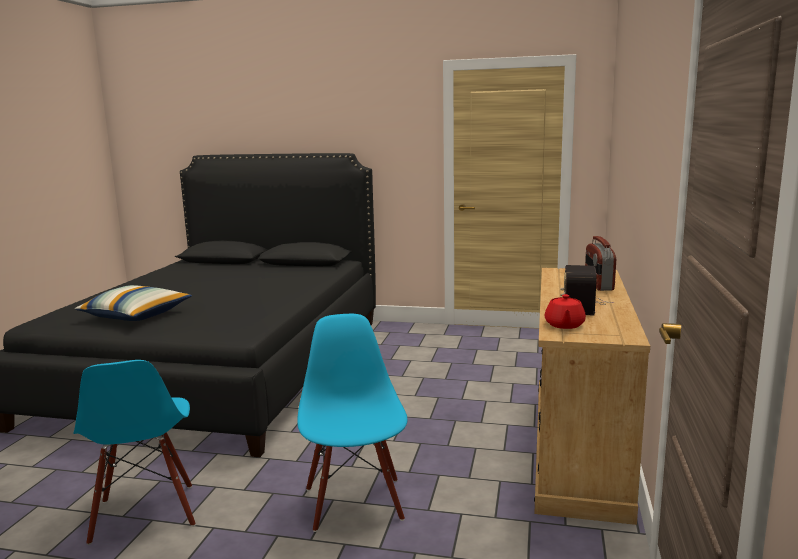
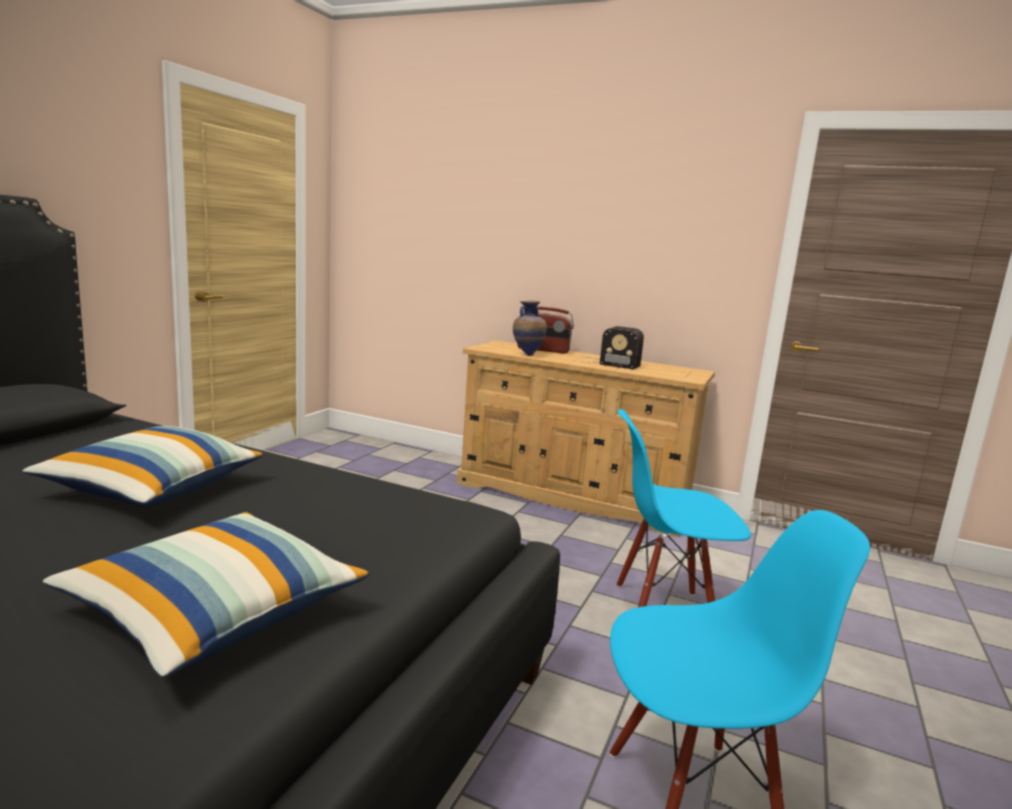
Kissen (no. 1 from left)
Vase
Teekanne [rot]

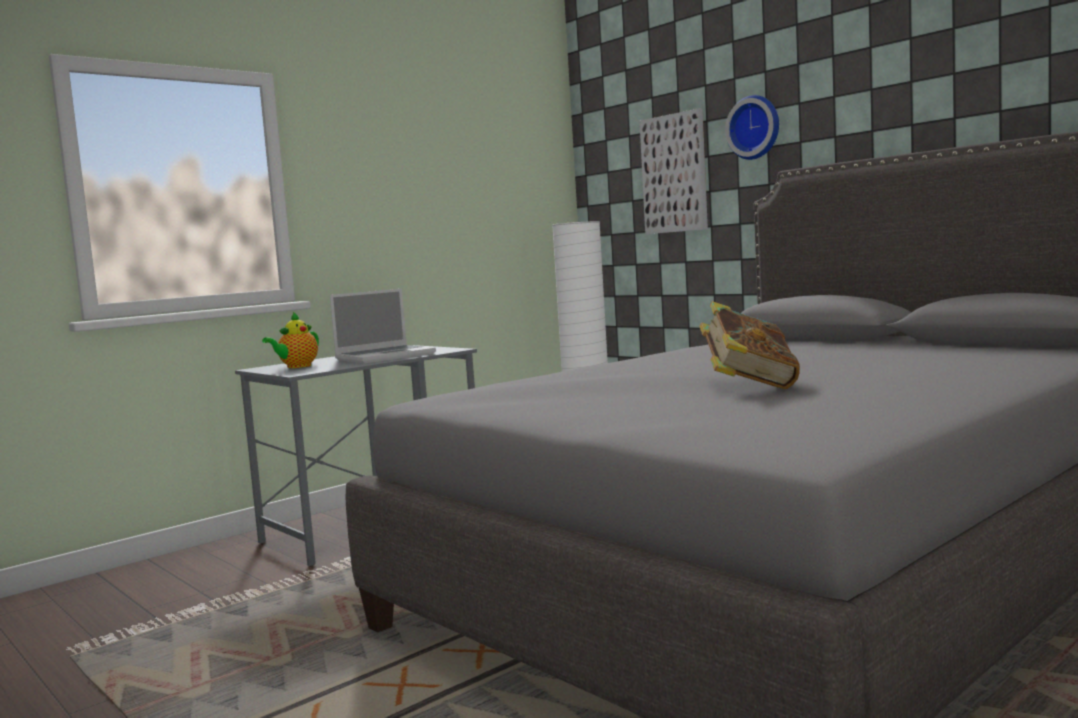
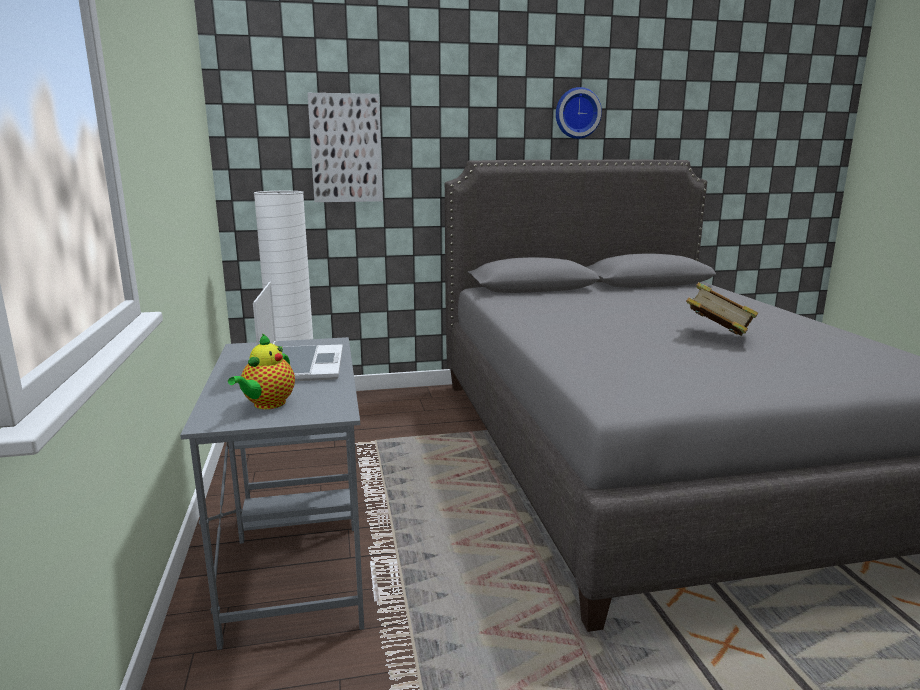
Teekanne
Wanduhr

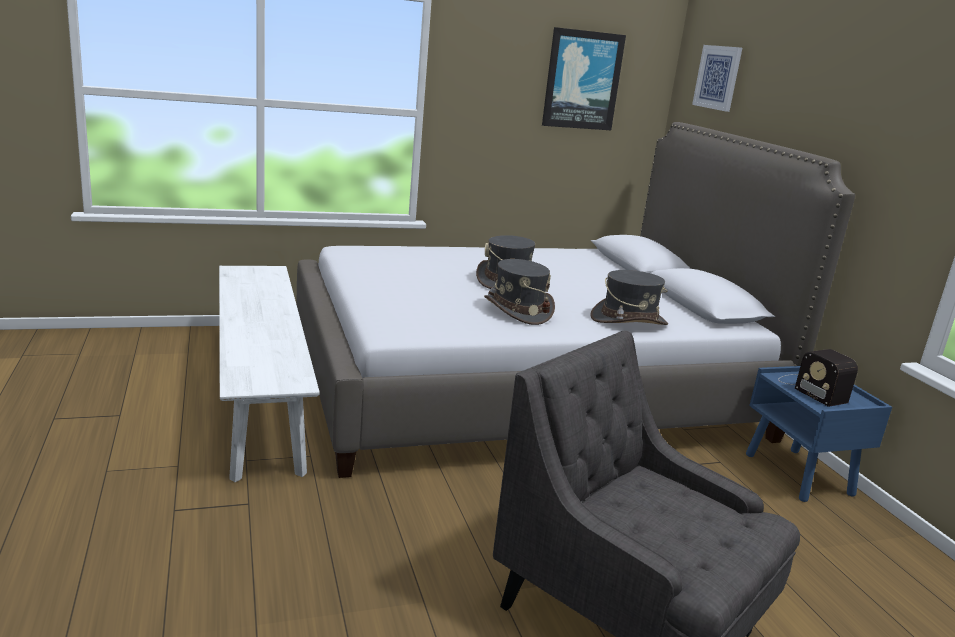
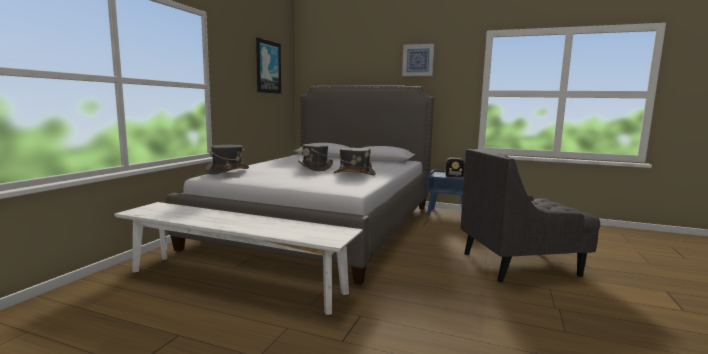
Hut [grau] (no. 1 from left)
Bild (no. 2 from left)

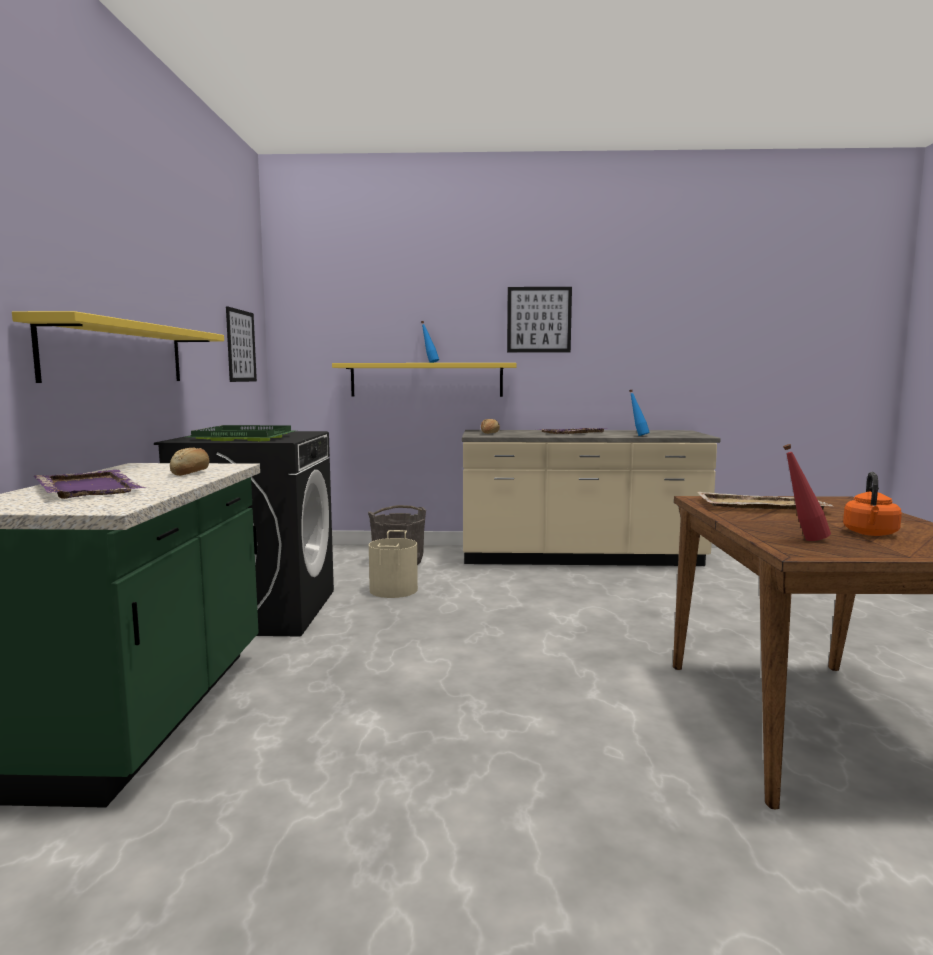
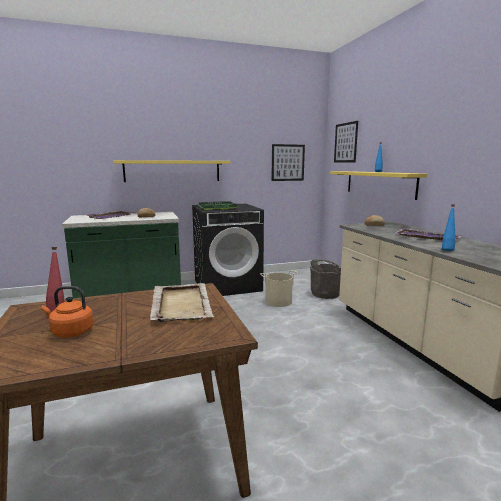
Bild (no. 2 from left)

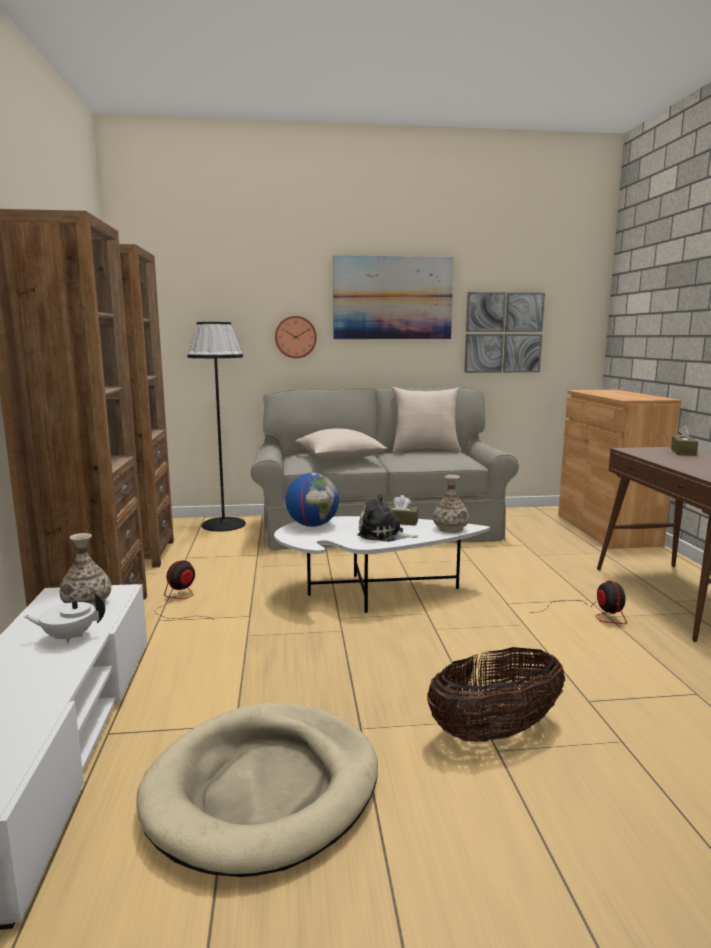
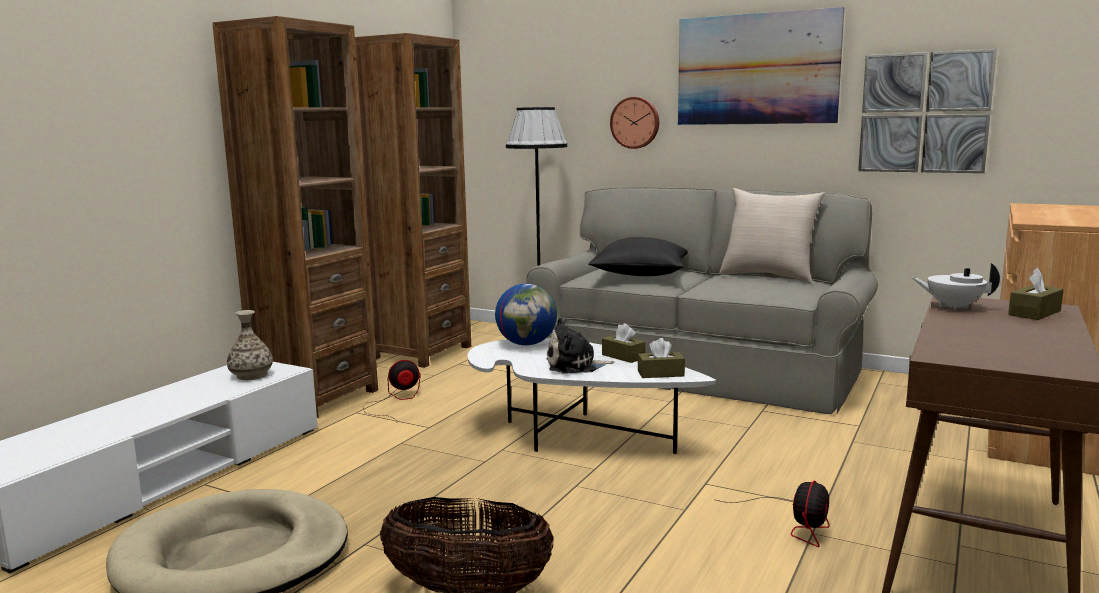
Plüschtier
Kissen [schwarz]
Taschentuchbox [braun] (no. 2 from left)
Teekanne [weiß]

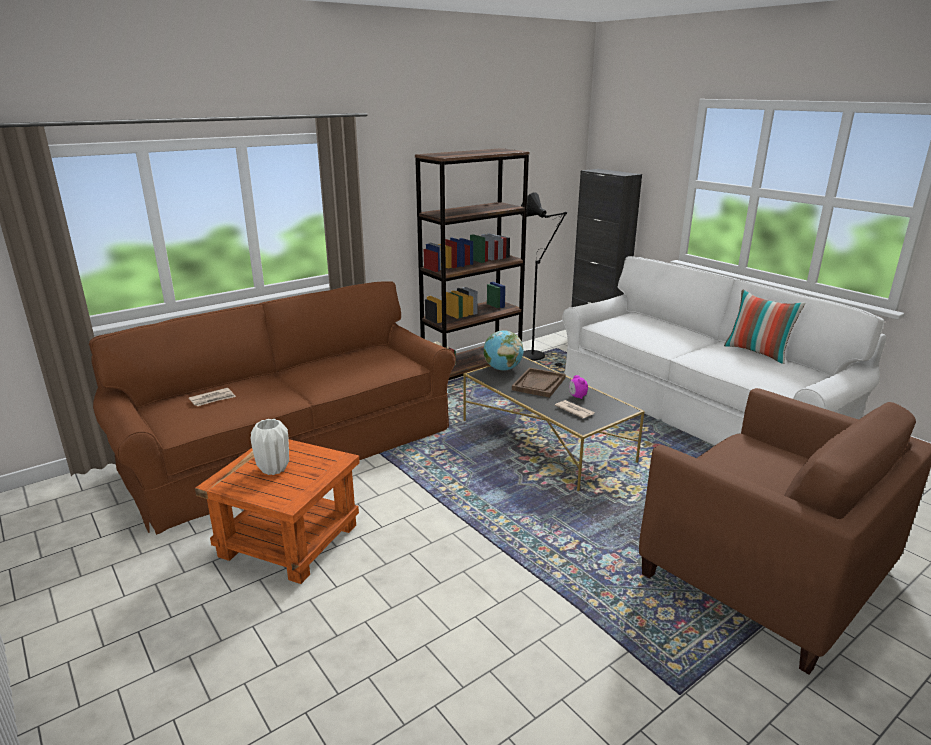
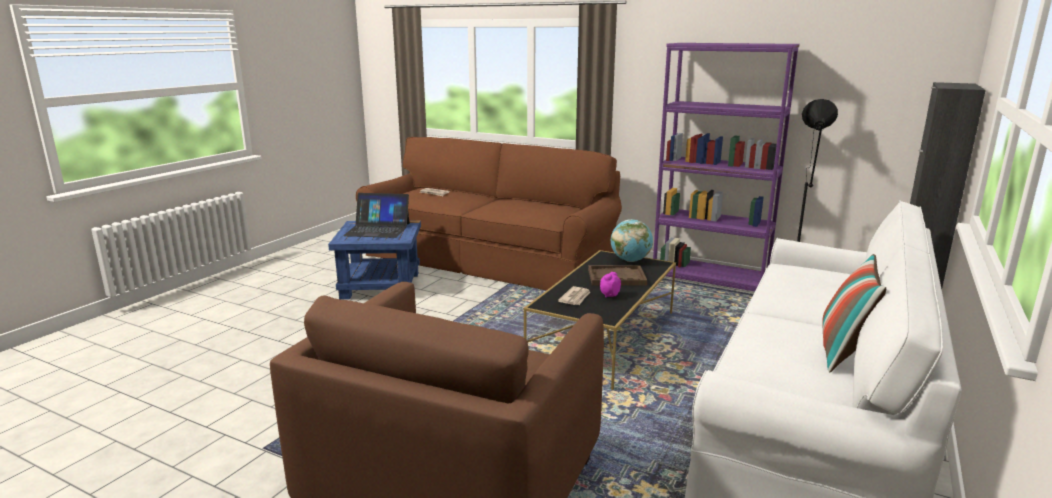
Beistelltisch [blau]
Laptop
Bücherregal [lila]

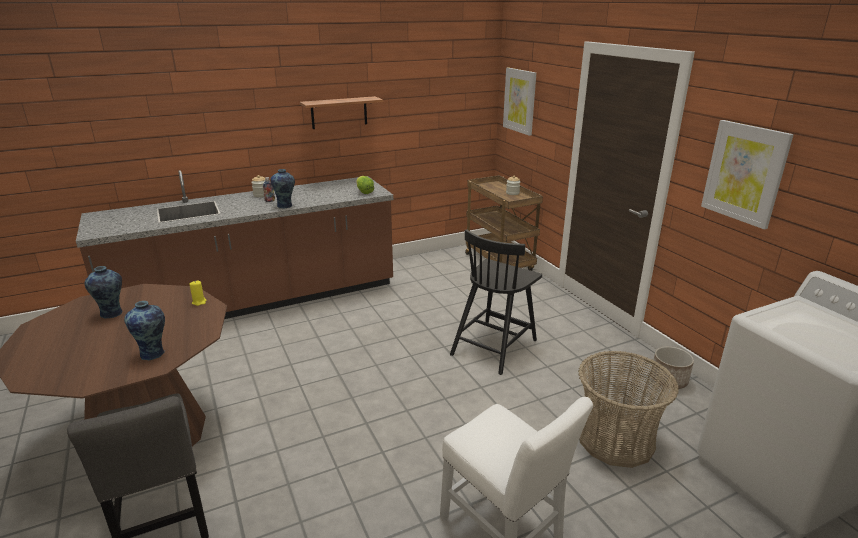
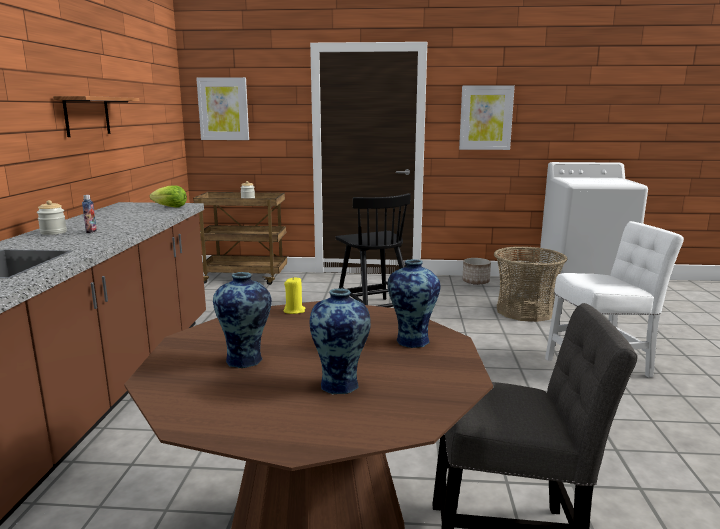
Vase (no. 2 from left)

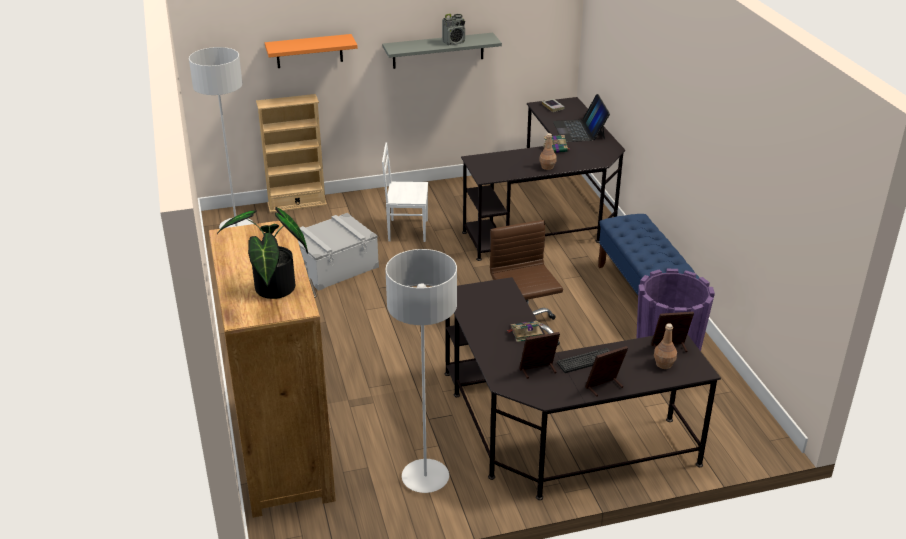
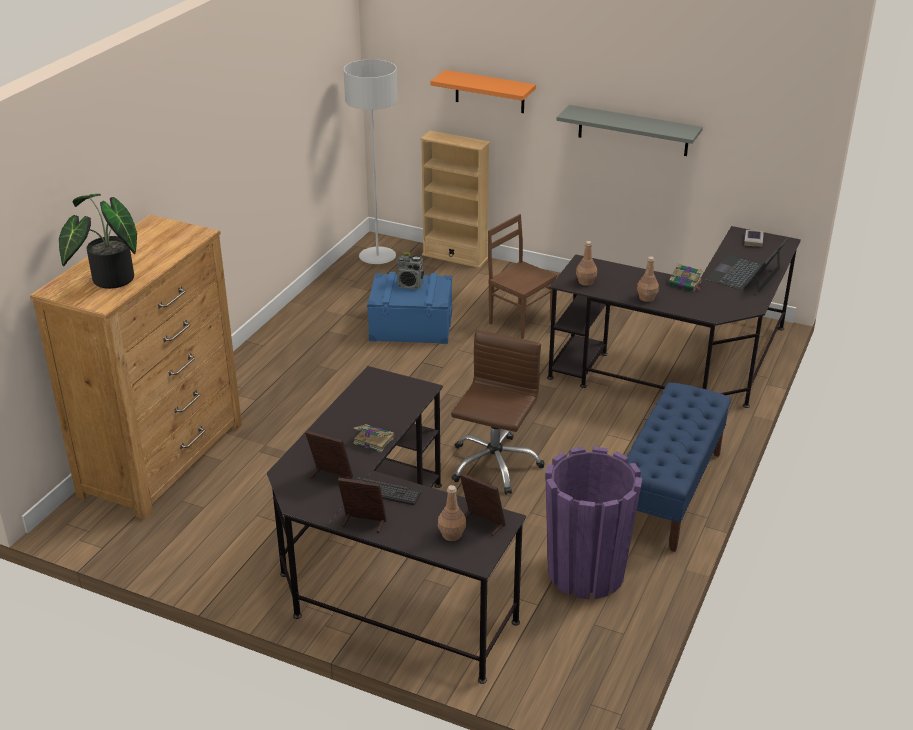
Aufbewahrungsbox [blau]
Radio
Stuhl [braun]
Flasche [braun] (no. 2 from left)
Stehlampe [grau] (no. 2 from left in the first image)

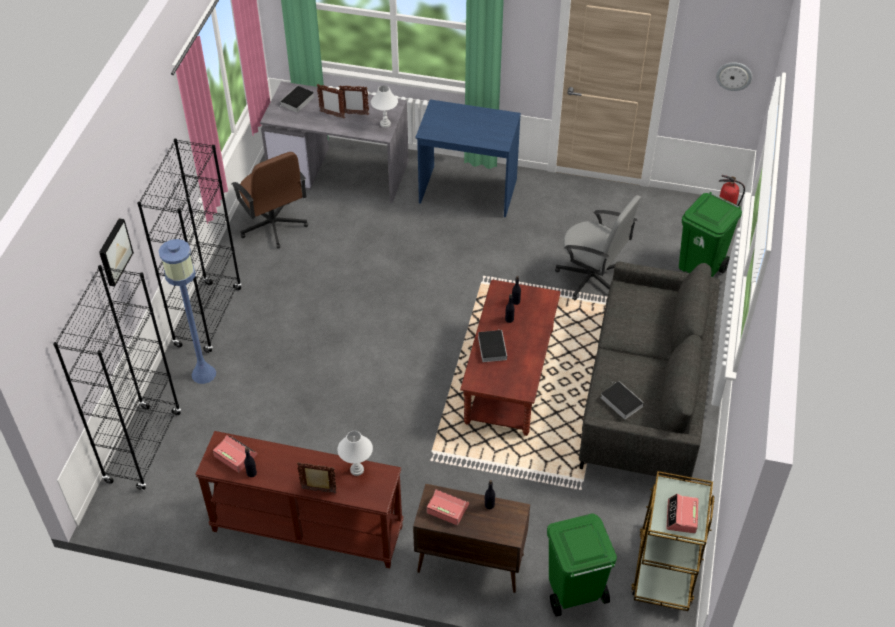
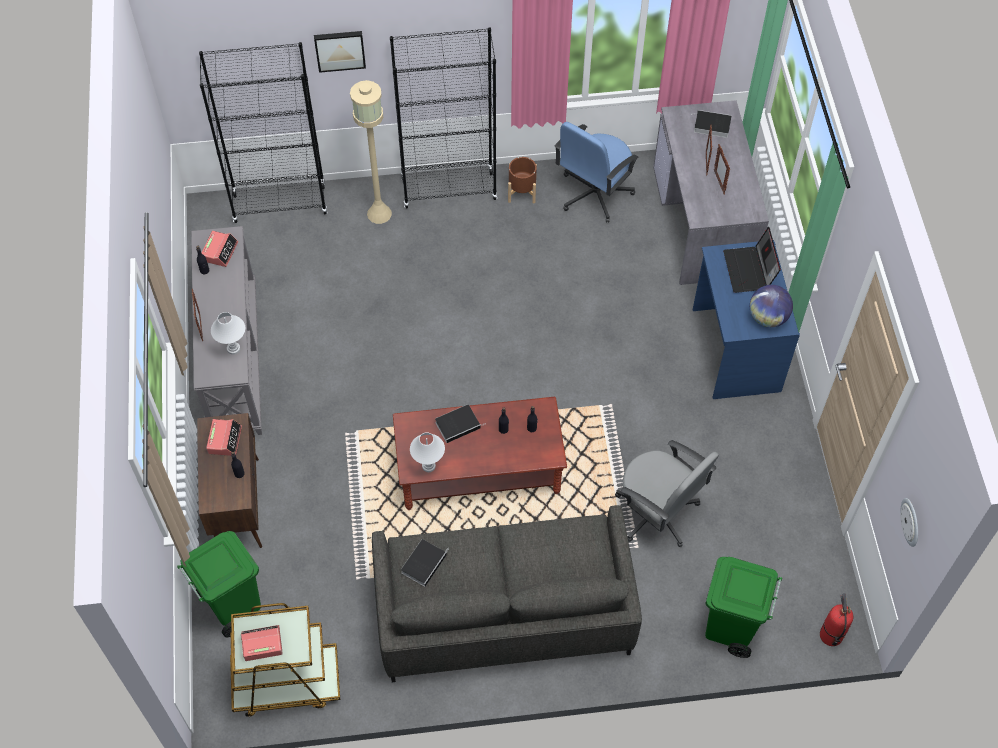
Konsolentisch [grau]
Stehlampe [beige]
Tischlampe [weiß] (no. 2 from left)
Pflanzkübel [braun]
Bürostuhl [blau]
Bürostuhl [grau]
Laptop
Globus

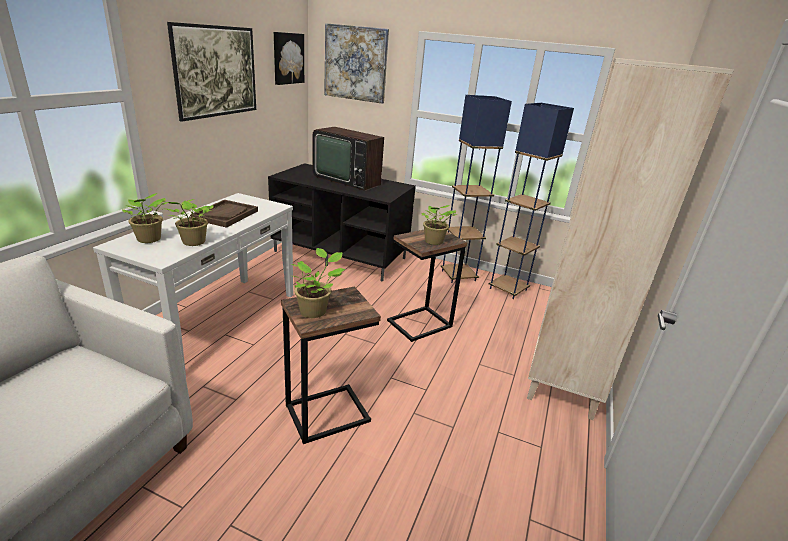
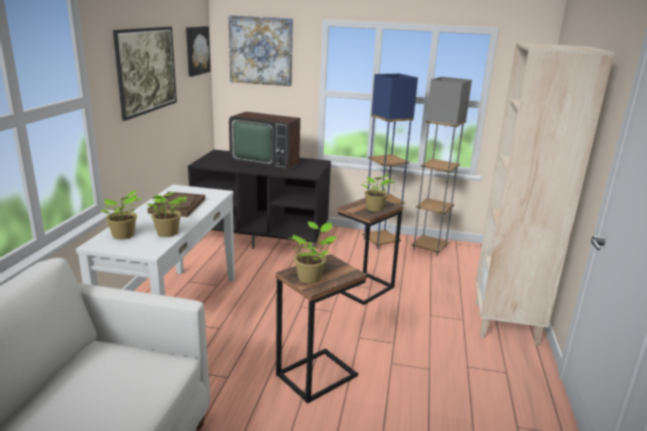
Stehlampe [grau]

